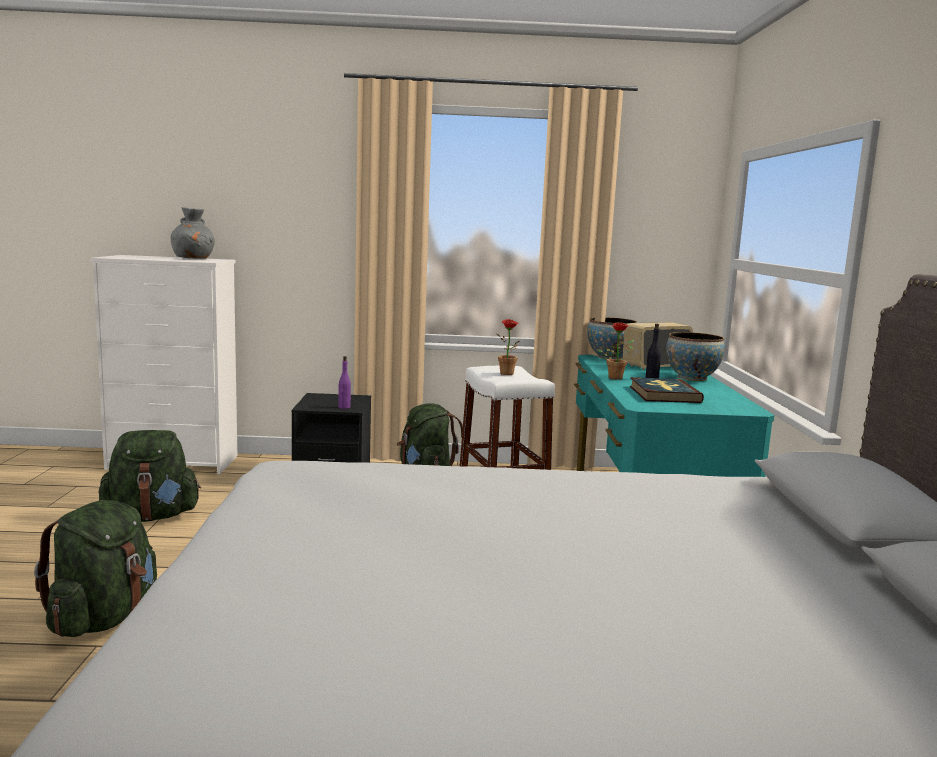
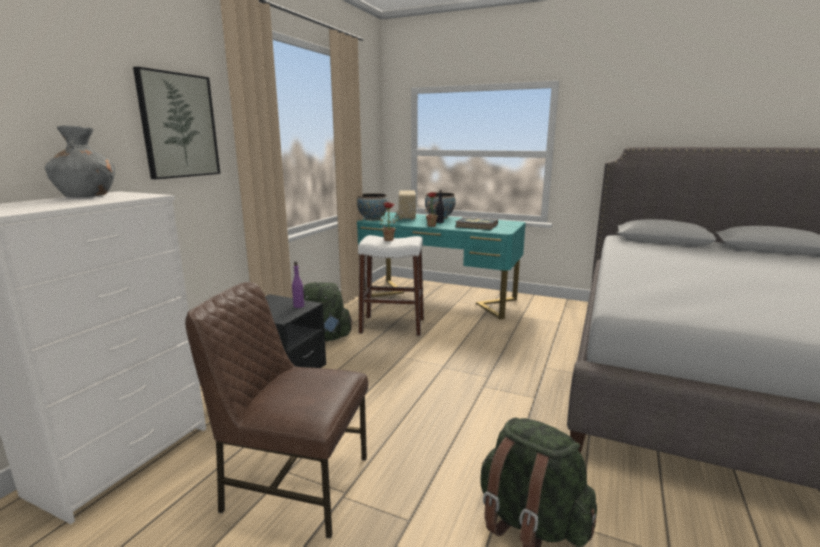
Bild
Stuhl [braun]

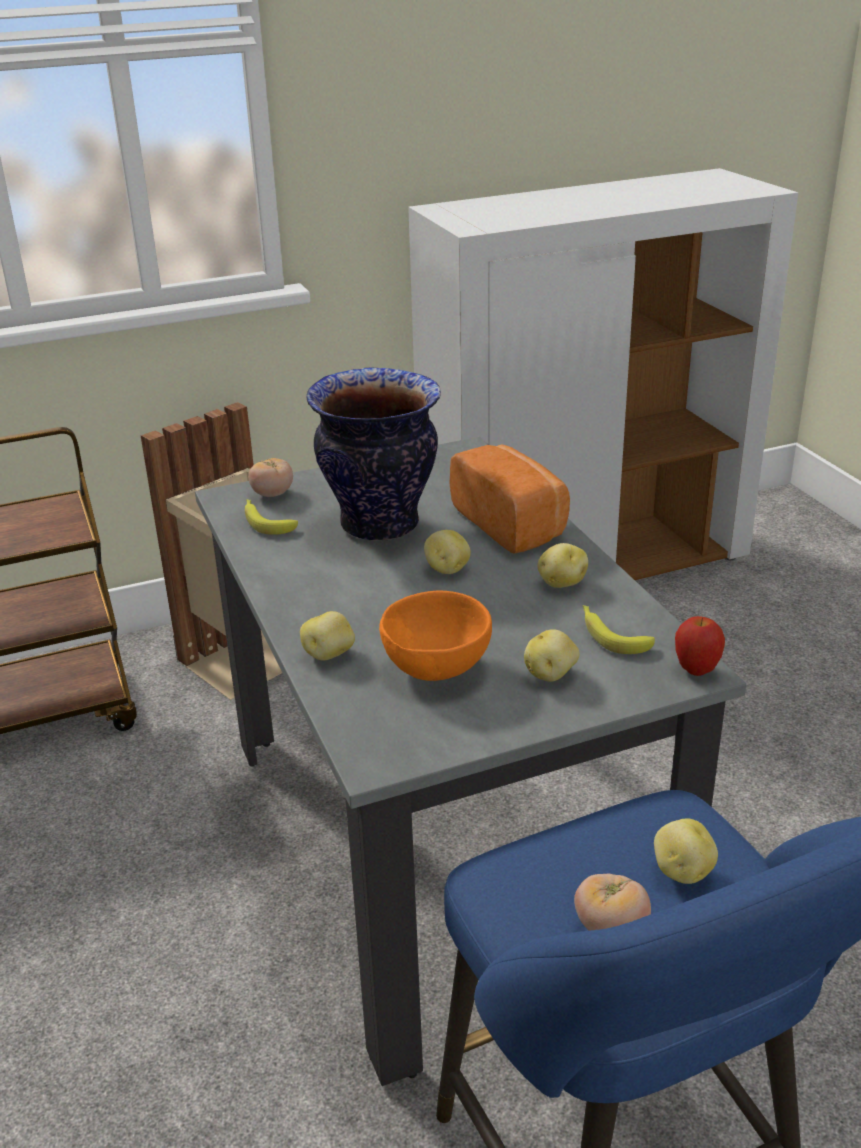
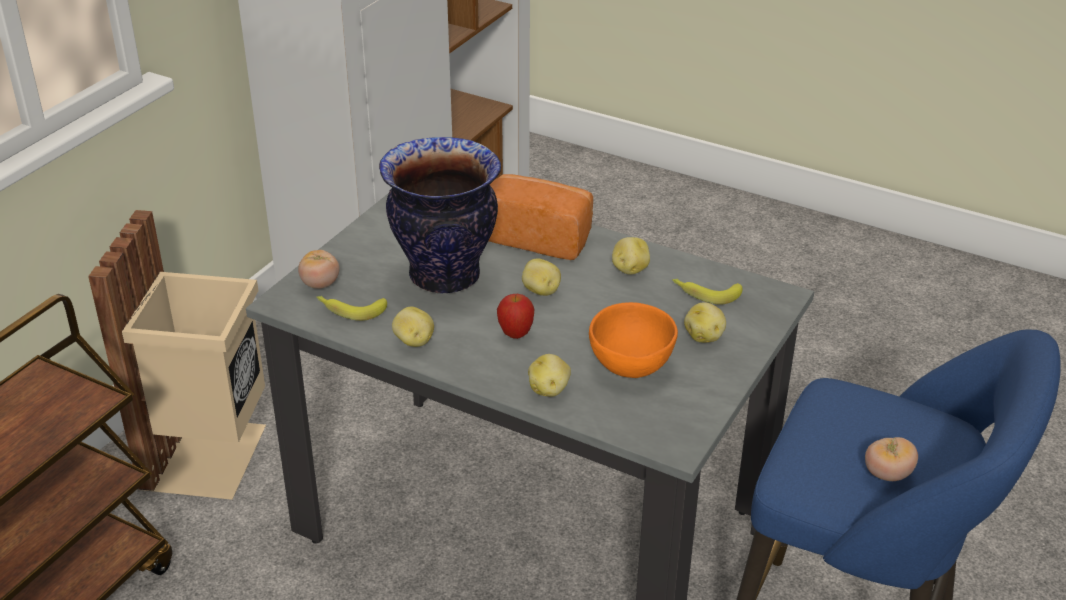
Kartoffel (no. 1 from left)
Apfel

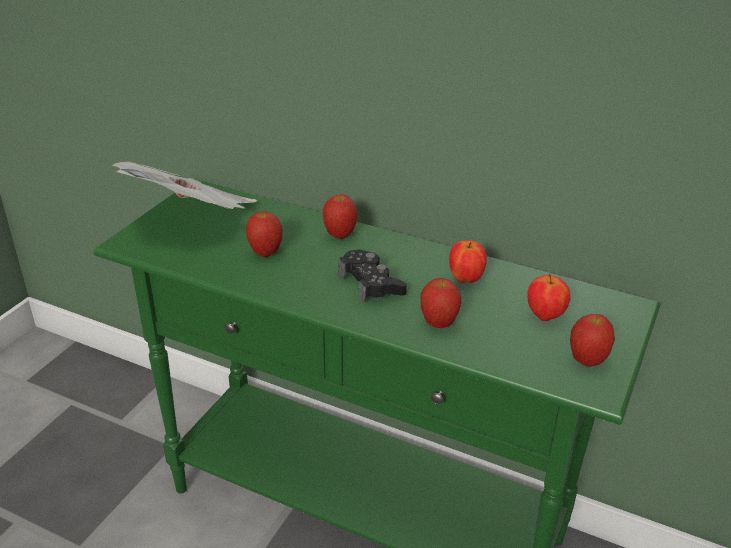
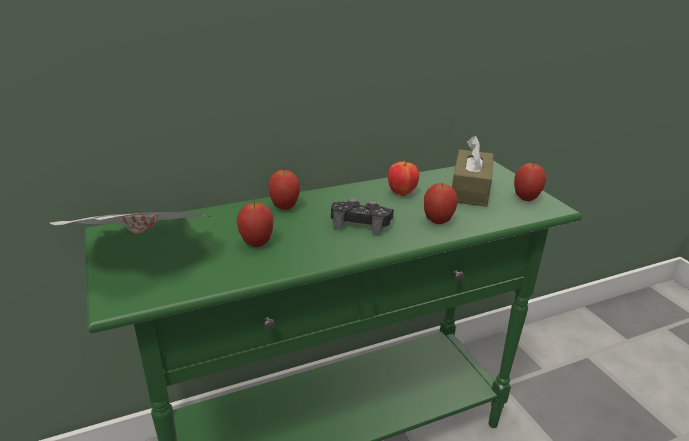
Taschentuchbox [braun]

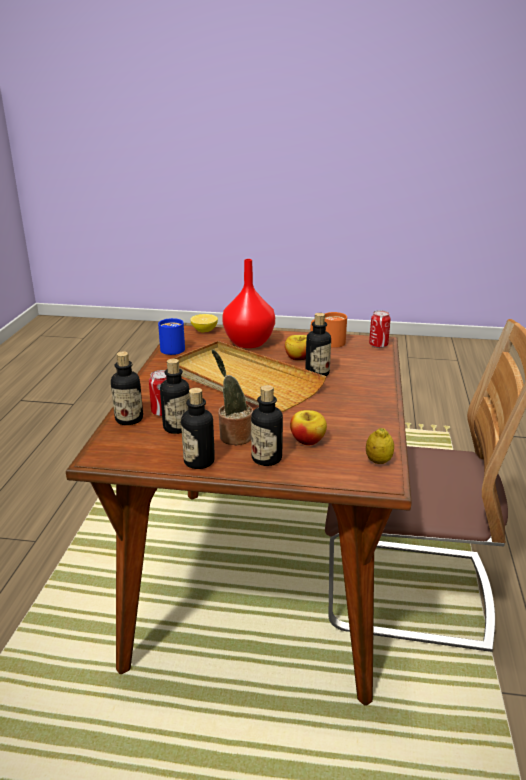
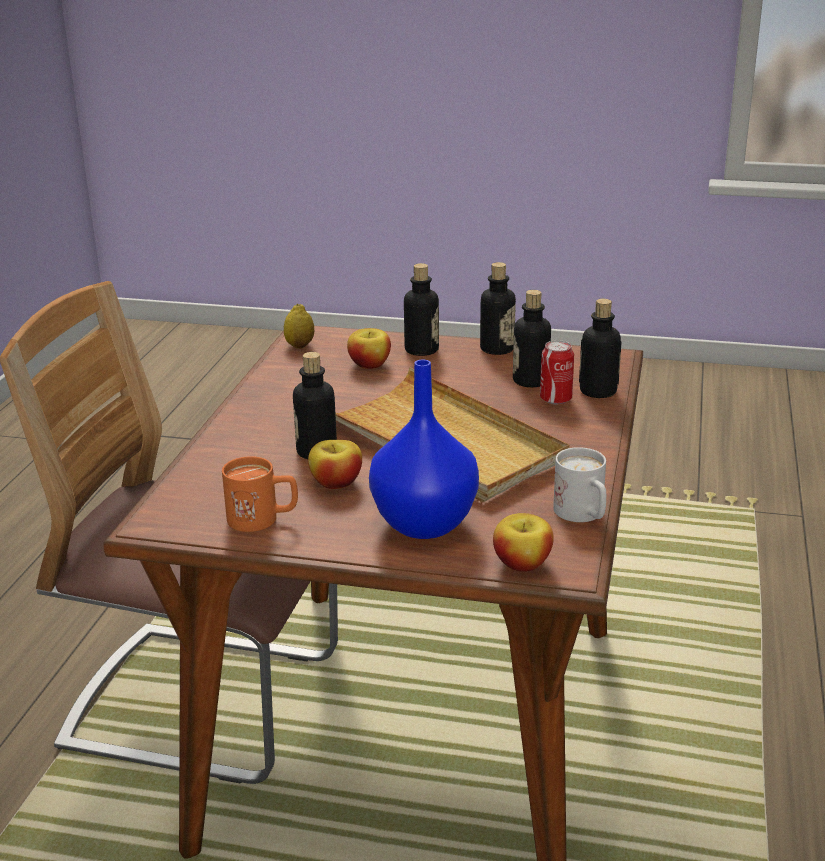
Vase [blau]
Apfel (no. 3 from left)
Henkelbecher [weiß]
Topfpflanze
Dose (no. 2 from left in the first image)

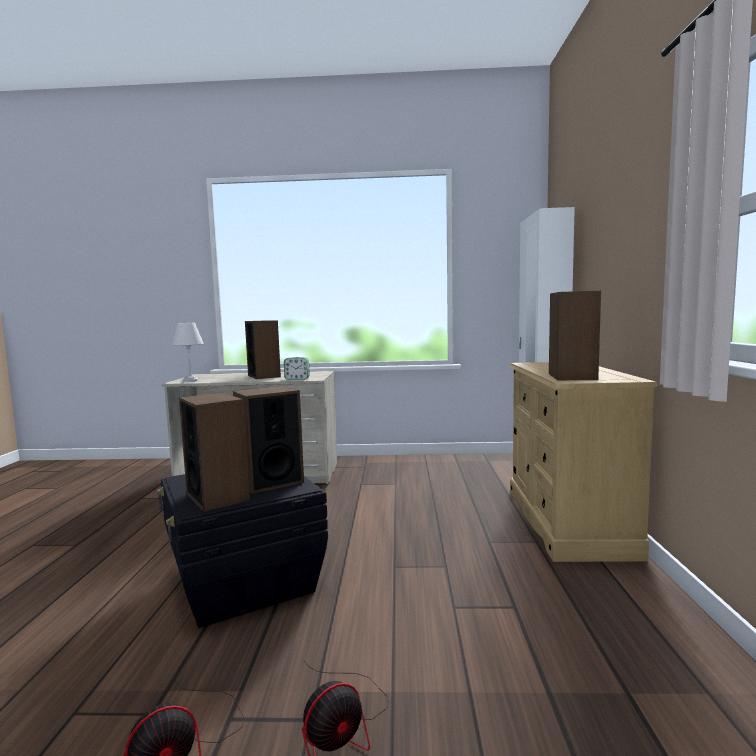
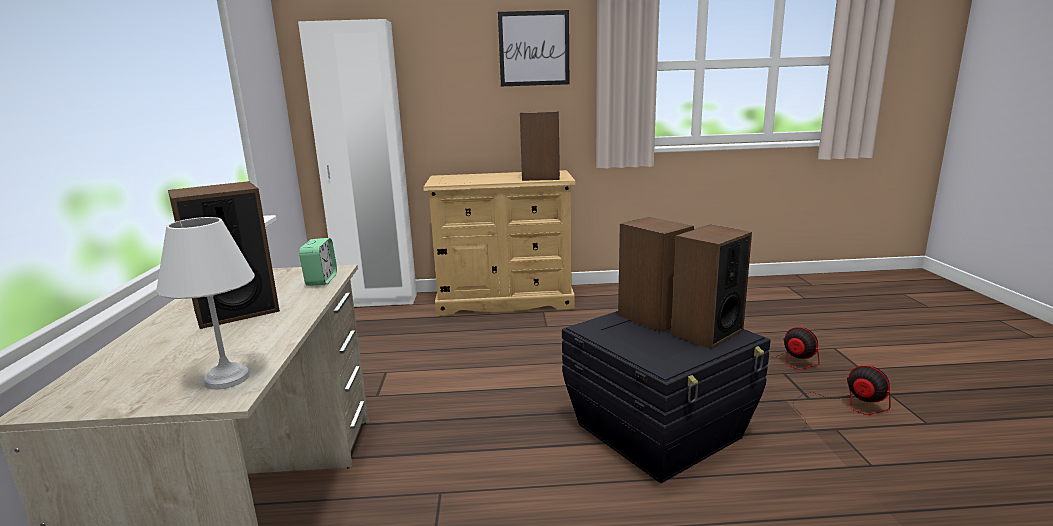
Bild

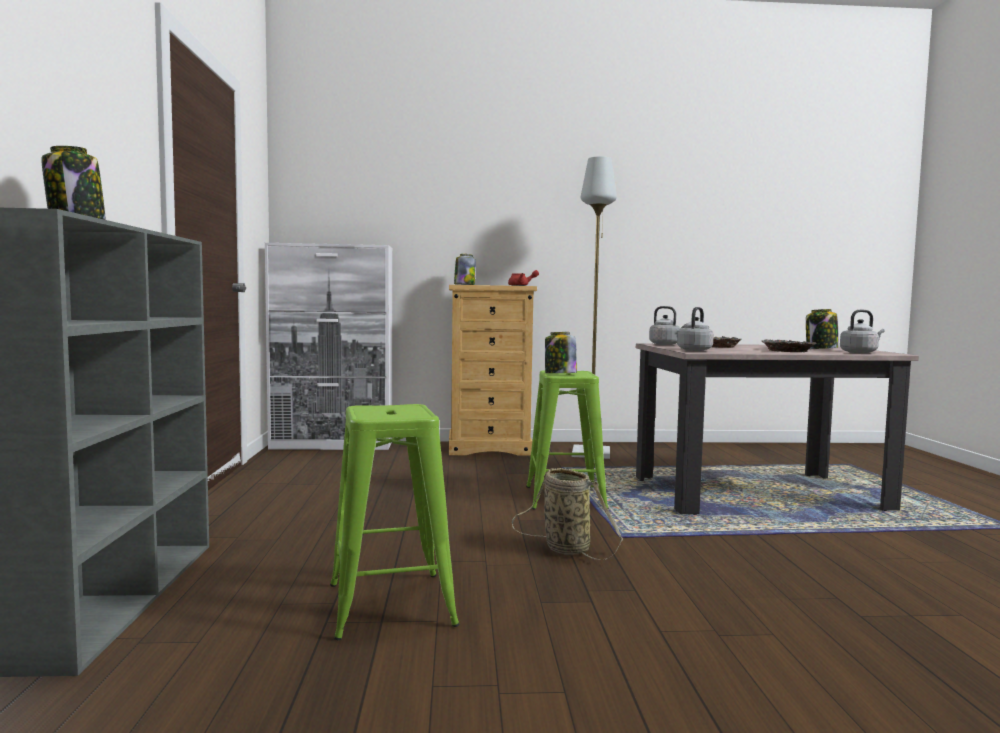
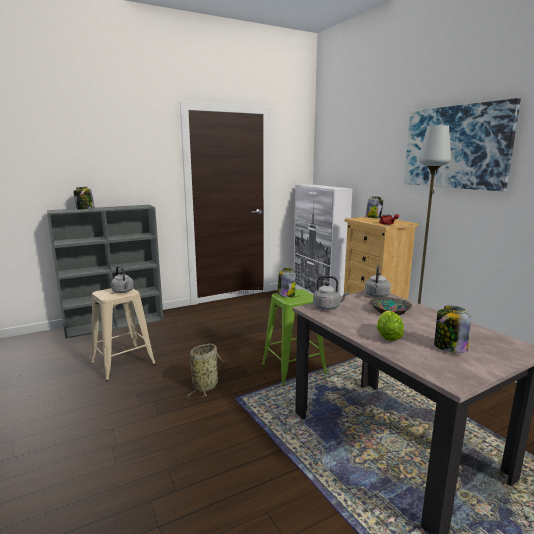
Hocker [beige]
Wasserkessel [grau] (no. 1 from left)
Salatkopf
Bild

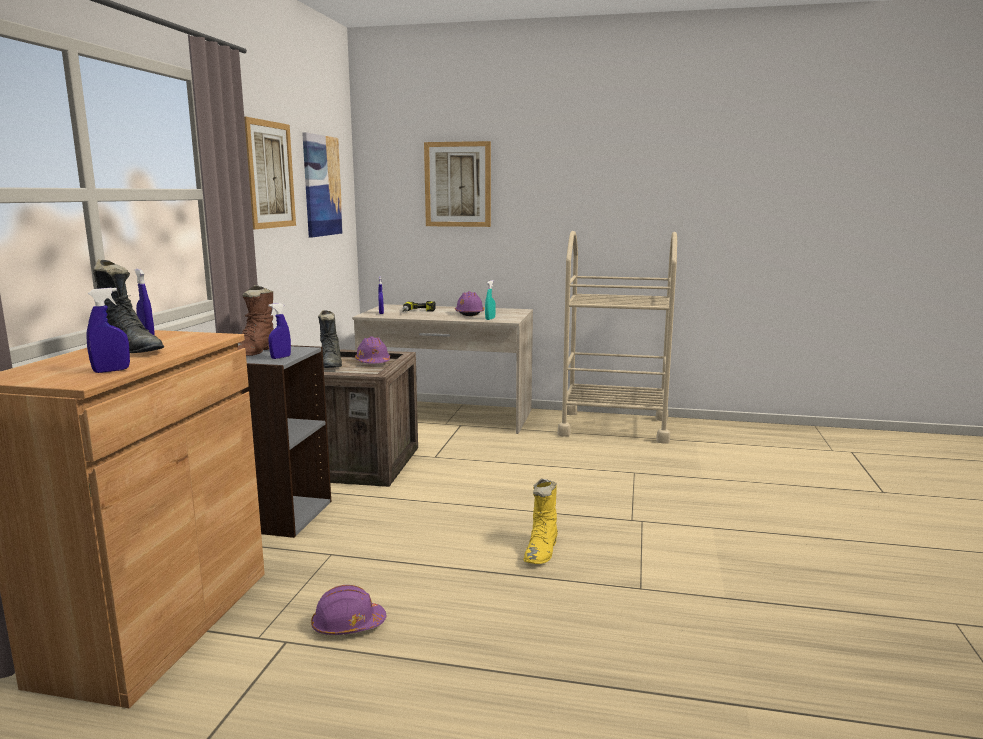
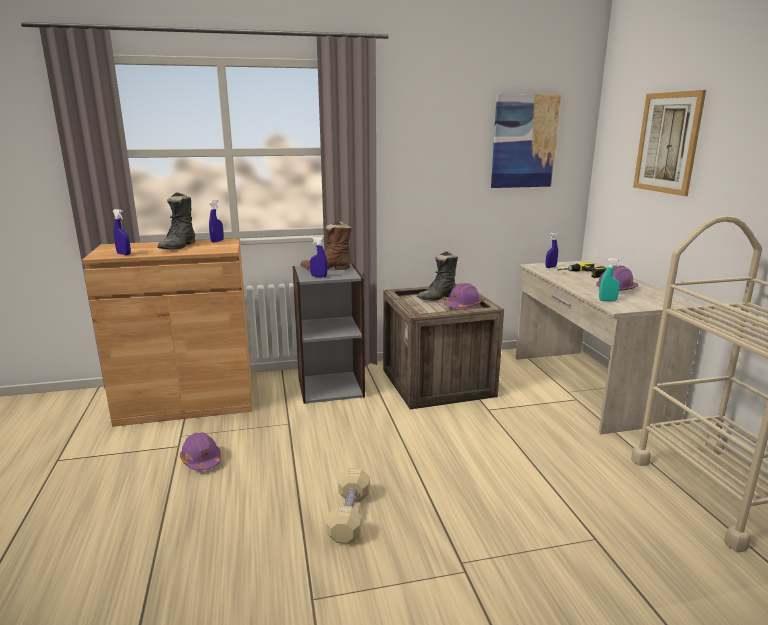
Hantel [beige]
Bild (no. 1 from left in the first image)

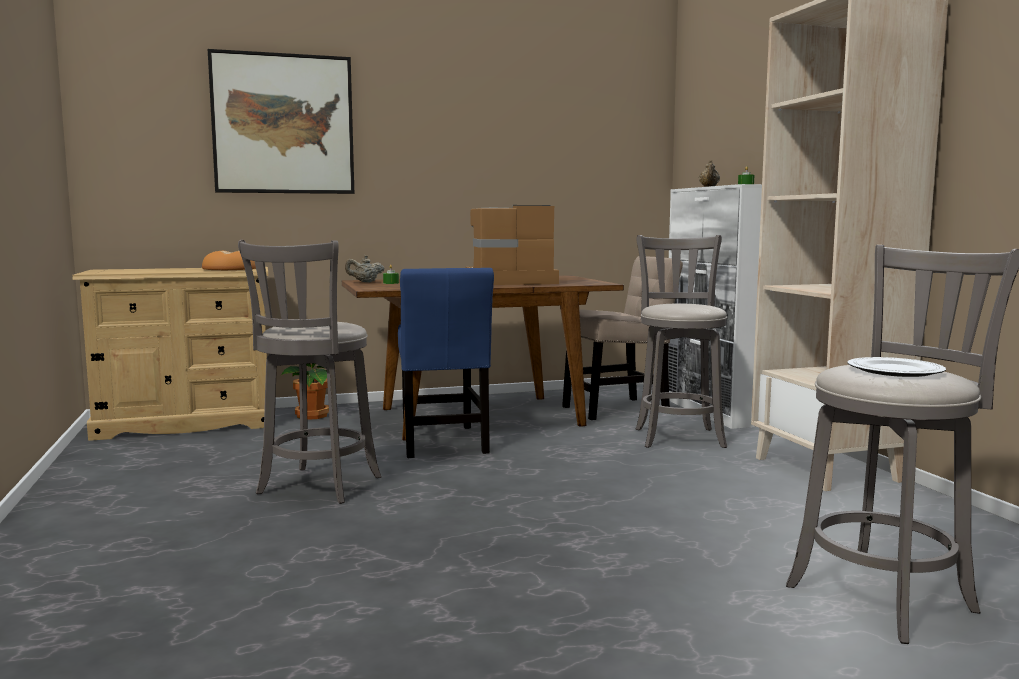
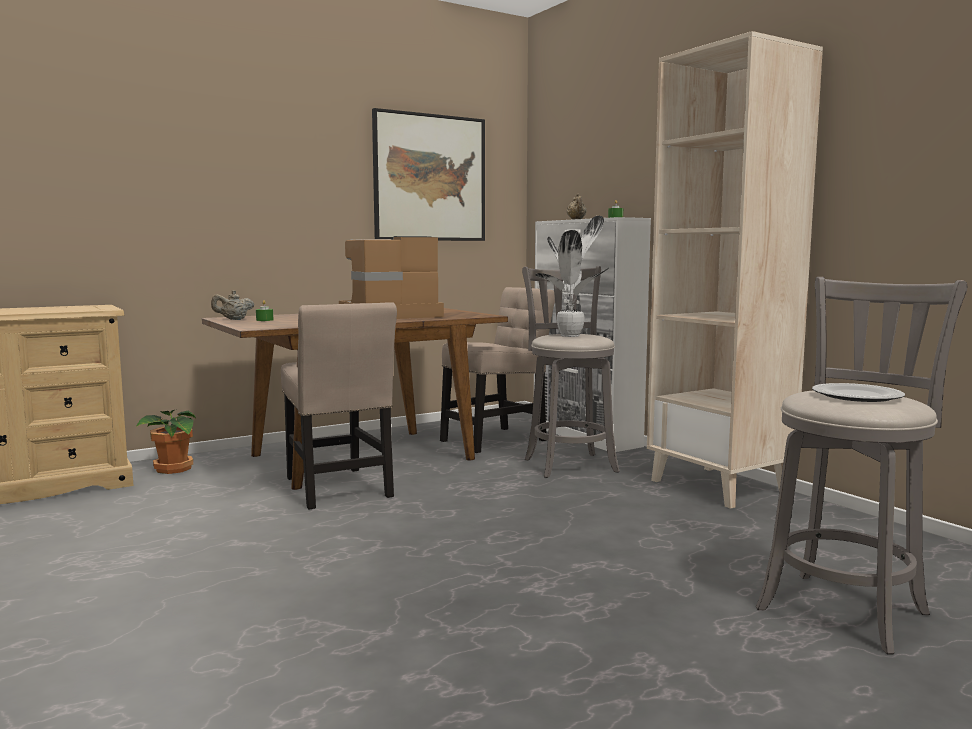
Stuhl [beige] (no. 1 from left)
Bild
Topfpflanze (no. 2 from left)
Brot
Hocker [grau] (no. 1 from left in the first image)

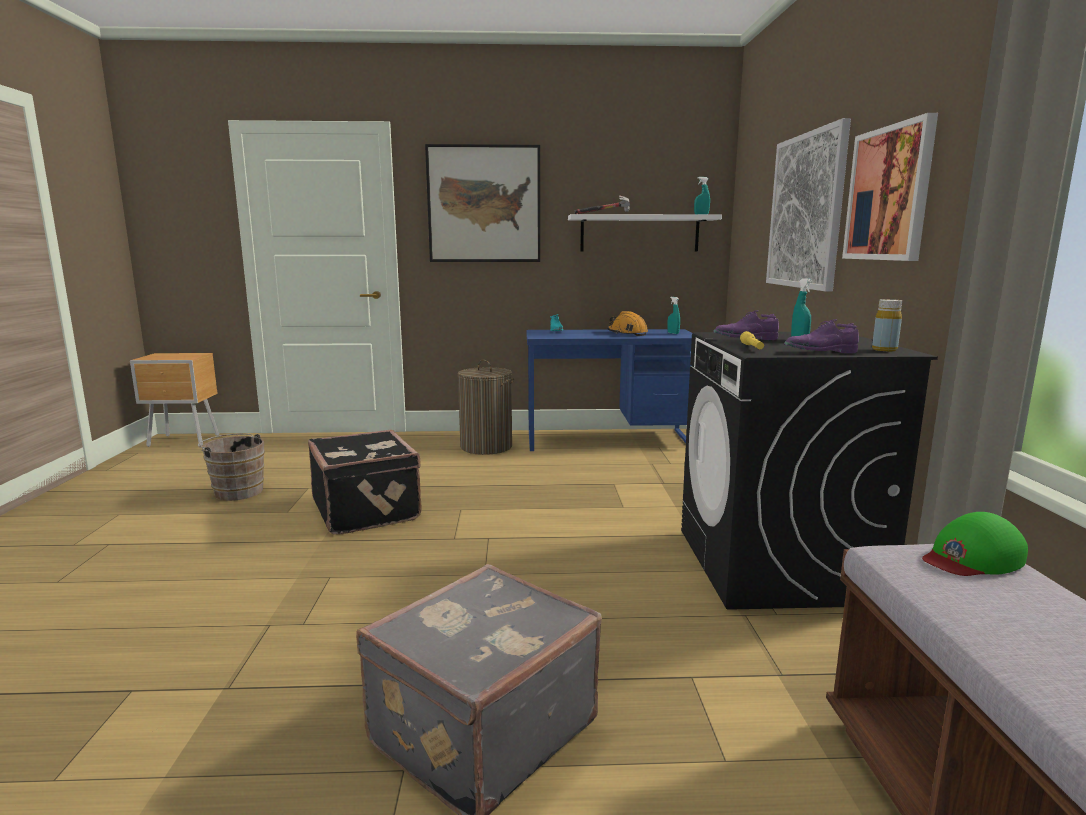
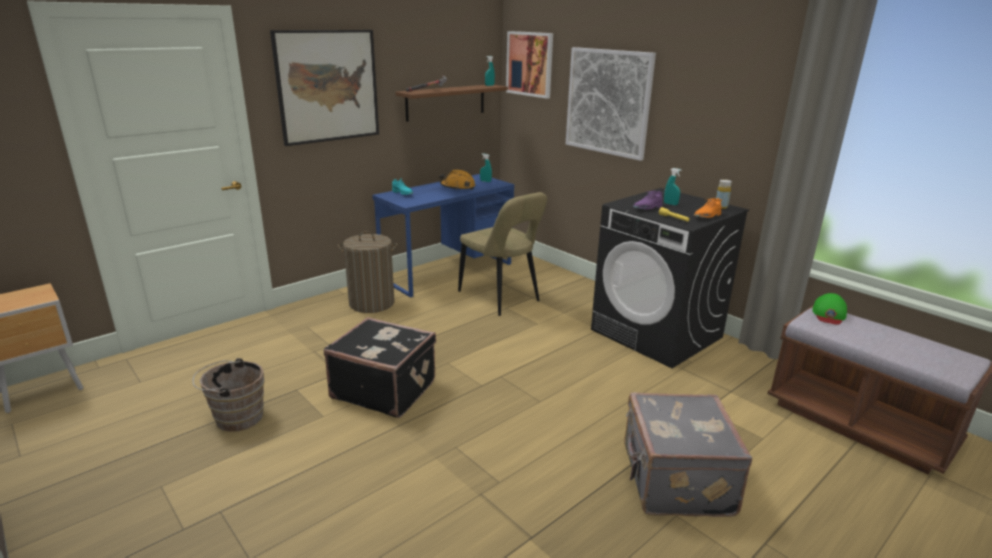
Wandregal [braun]
Stuhl [beige]
Bild (no. 2 from left)
Schuh [orange]

